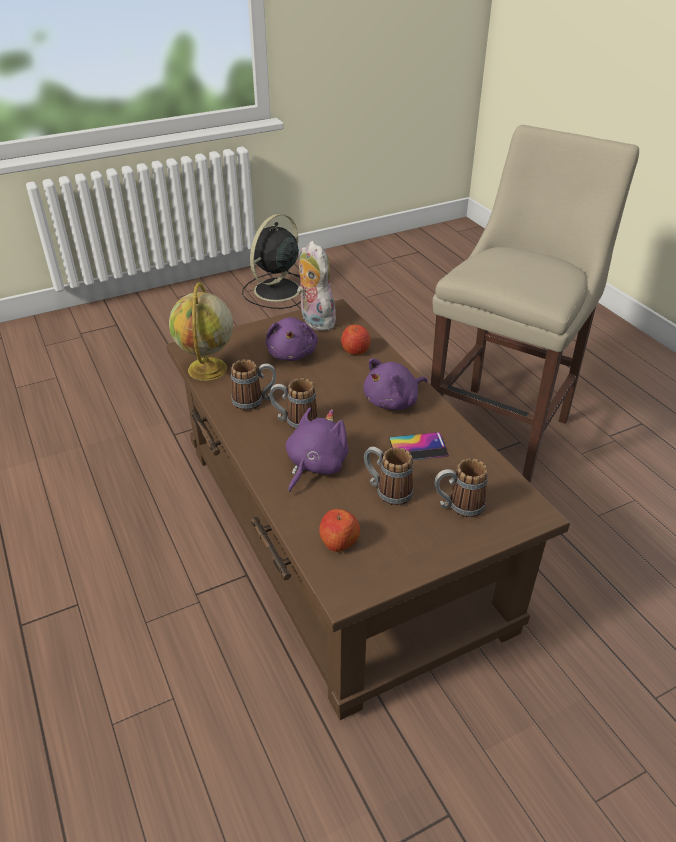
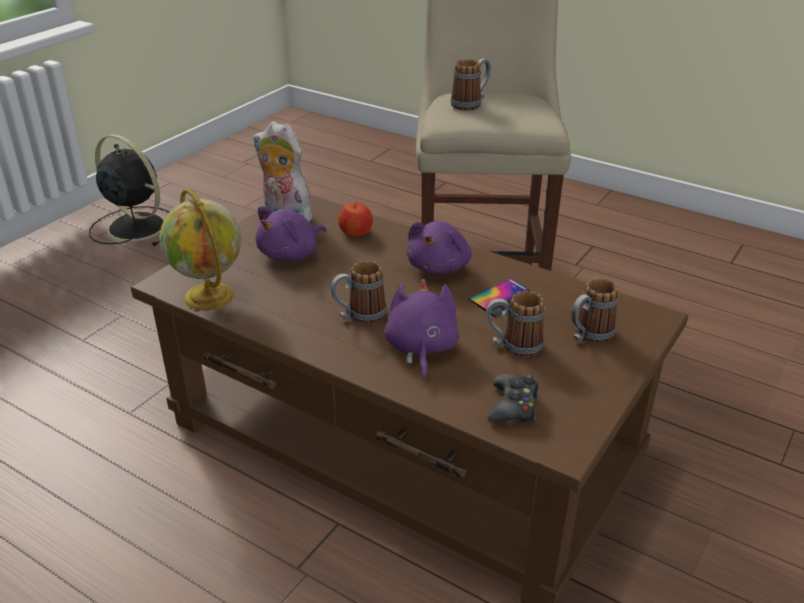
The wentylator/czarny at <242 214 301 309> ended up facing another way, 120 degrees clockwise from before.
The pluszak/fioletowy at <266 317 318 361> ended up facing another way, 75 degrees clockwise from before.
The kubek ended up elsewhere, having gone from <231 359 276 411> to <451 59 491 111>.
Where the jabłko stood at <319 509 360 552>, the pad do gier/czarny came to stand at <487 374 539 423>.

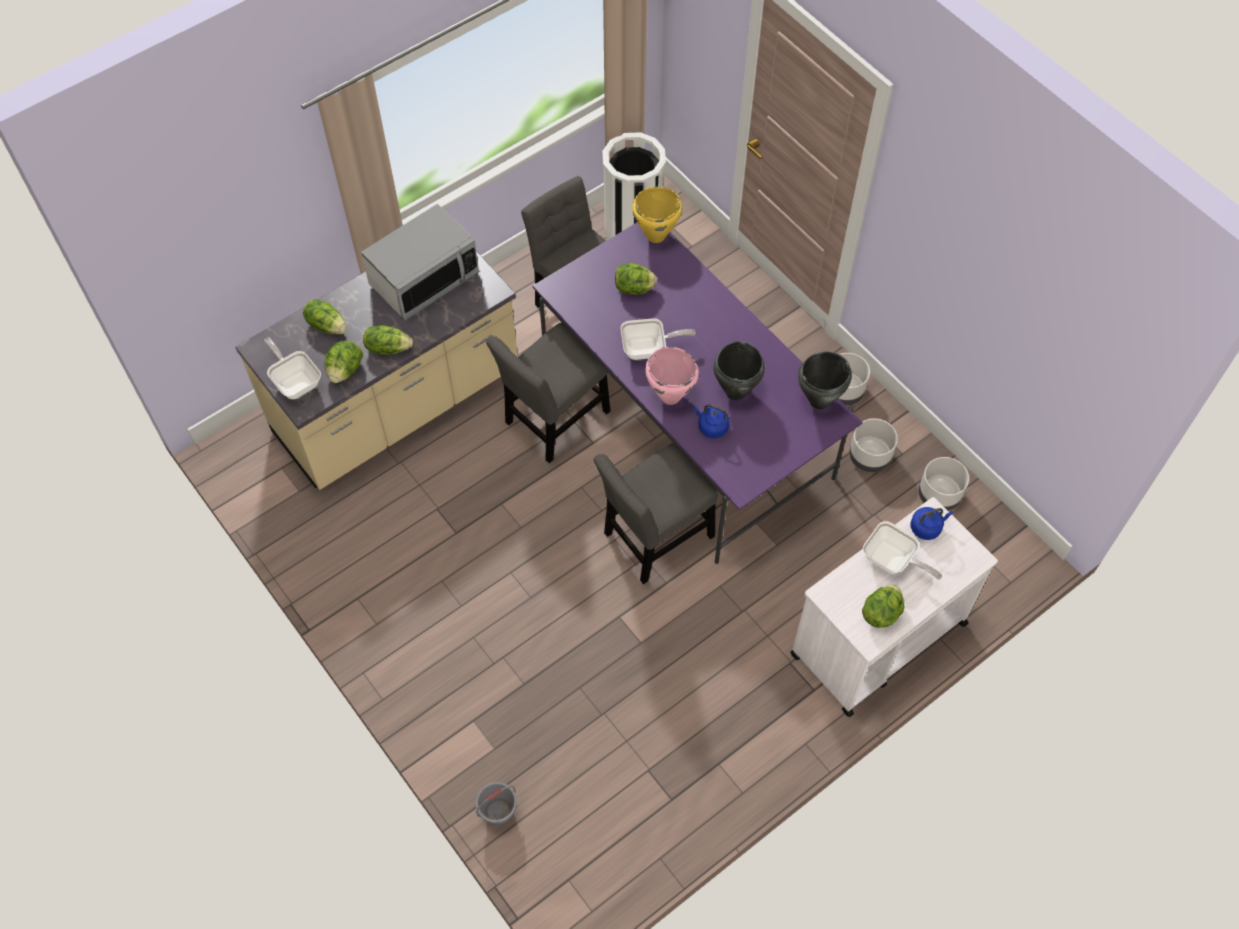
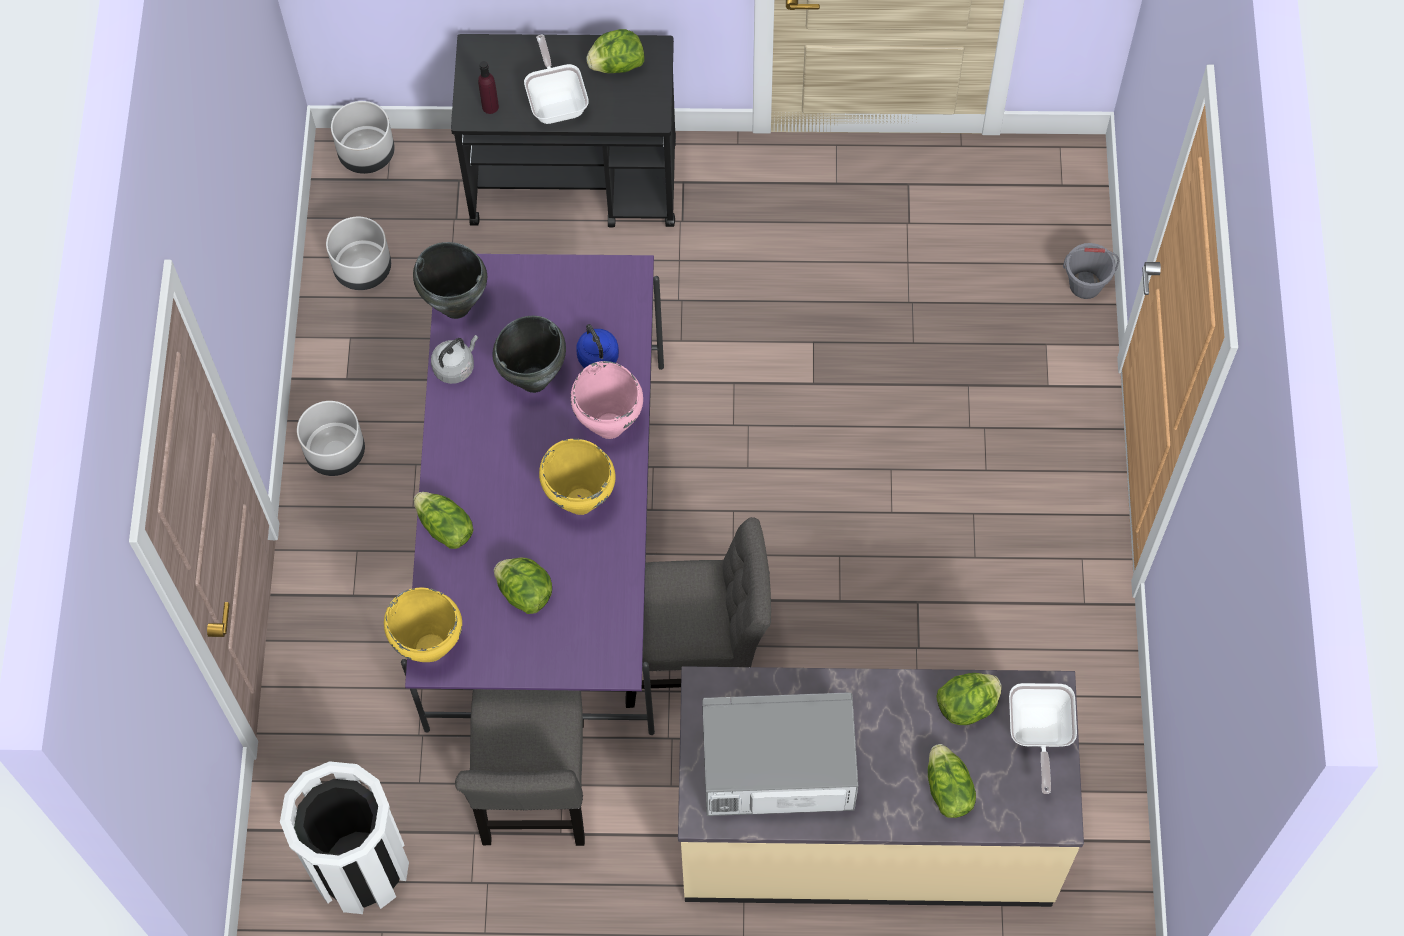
Where the patelnia stood at <621 318 696 360>, the garnek/żółty came to stand at <539 439 616 515>.
The sałata ended up elsewhere, having gone from <363 325 413 355> to <414 492 473 549>.
The donica/szary ended up elsewhere, having gone from <849 418 898 472> to <331 101 395 174>.
The second view lost the krzesło/szary at <594 443 718 584>.
What was the wózek/biały at <791 497 998 717> turned into the wózek/czarny at <451 34 676 228>.
Where the czajnik/niebieski stood at <910 507 953 540>, the butelka/fioletowy came to stand at <478 61 499 114>.
The second view gained the czajnik/szary at <431 335 478 384>.

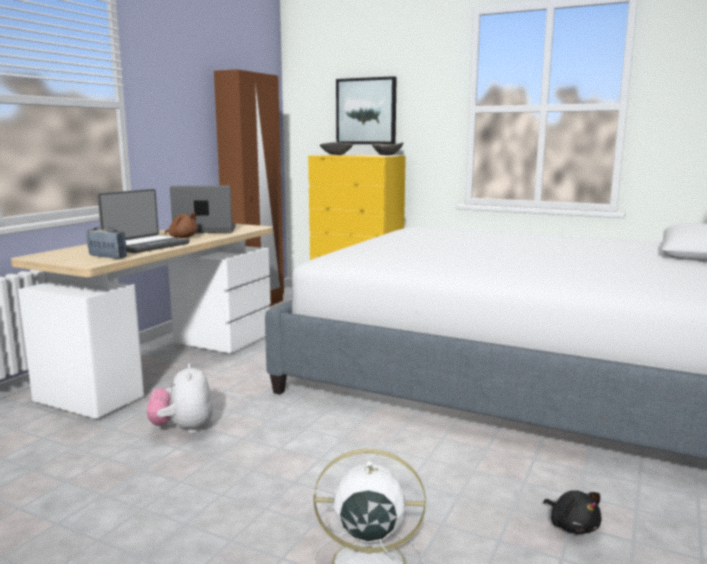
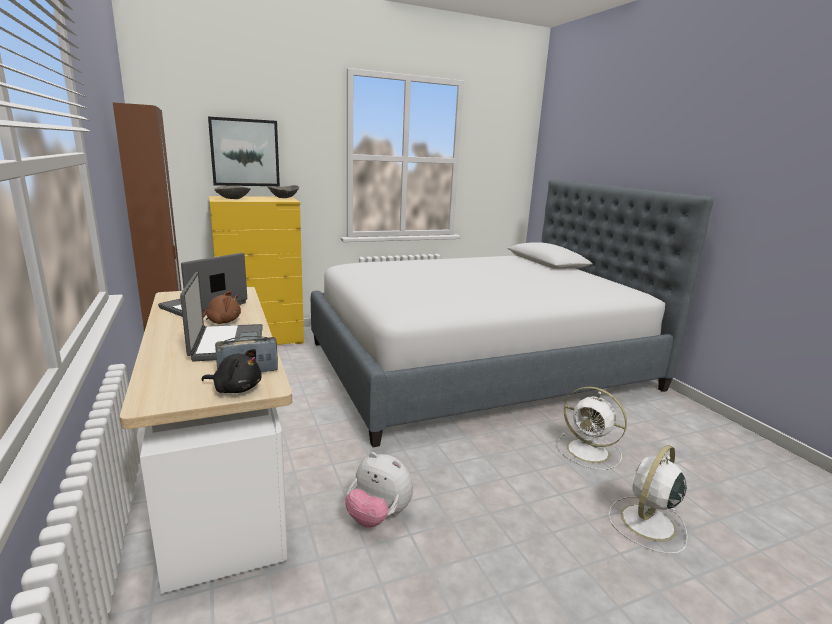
The pluszak/czarny ended up elsewhere, having gone from <543 490 602 534> to <201 349 262 393>.
The second view gained the wentylator/biały at <557 387 627 470>.

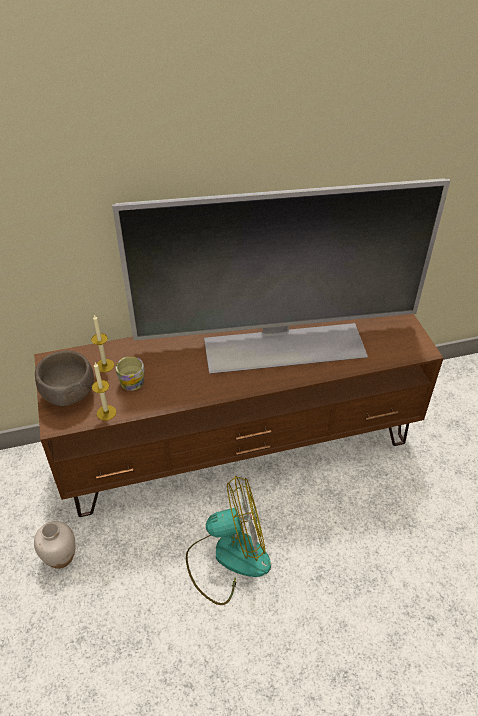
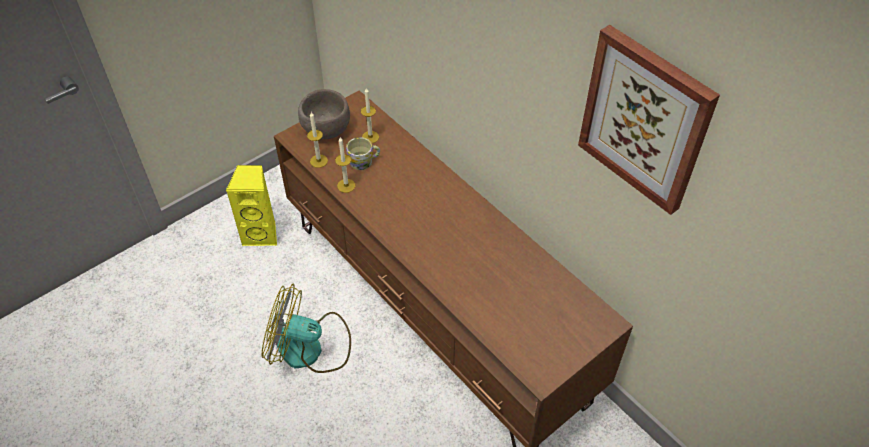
The second view lost the telewizor at <112 178 450 374>.
The wentylator at <186 475 271 605> ended up facing another way, 135 degrees clockwise from before.
Where the wazon/biały stood at <34 521 76 569>, the głośnik/żółty came to stand at <226 165 277 246>.
The second view gained the obraz at <578 25 720 215>.
The second view gained the świeca at <335 137 356 193>.

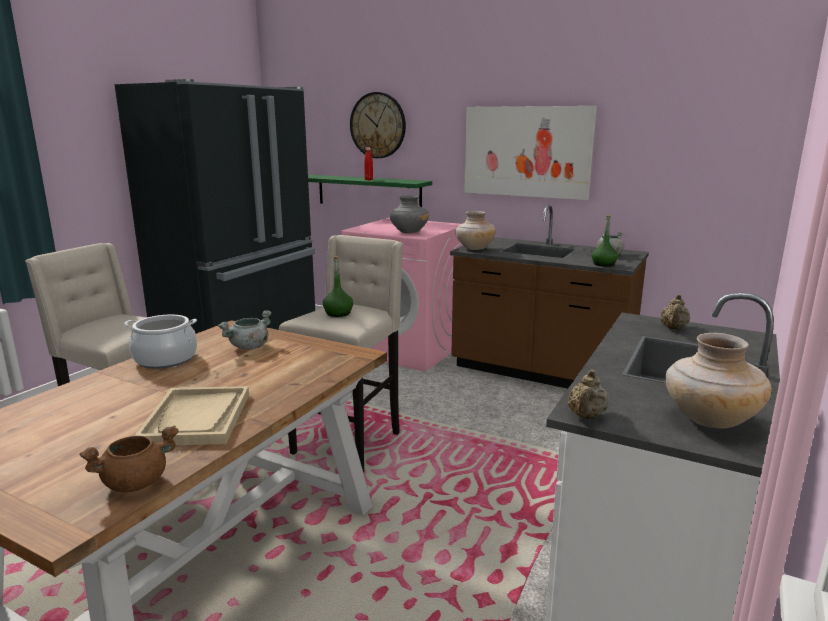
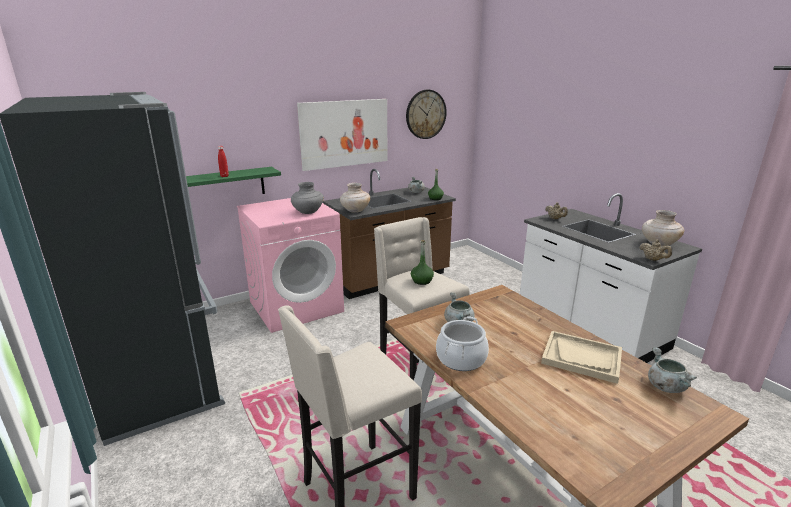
The zegar ścienny ended up elsewhere, having gone from <350 92 406 158> to <406 90 447 139>.
What was the garnek/brązowy at <79 426 179 492> turned into the garnek/szary at <648 347 697 393>.

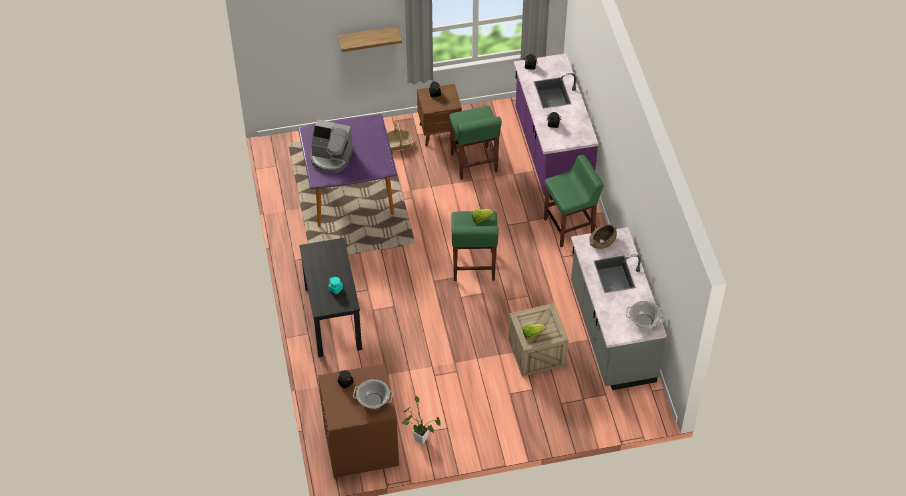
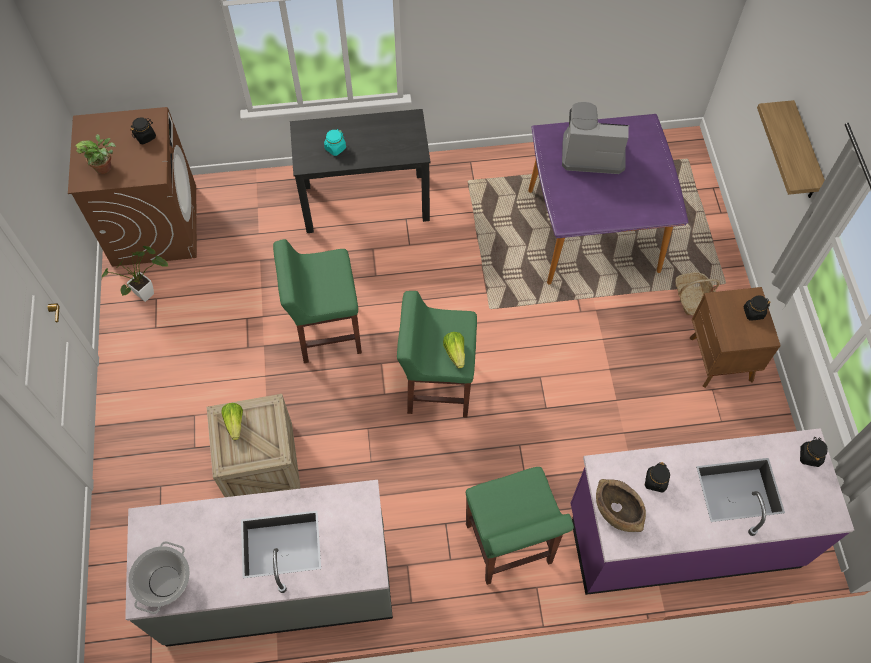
The stołek/zielony ended up elsewhere, having gone from <449 106 502 180> to <273 239 362 363>.
The ekspres do kawy at <310 120 354 173> ended up facing another way, 75 degrees clockwise from before.
The miska/brązowy ended up elsewhere, having gone from <589 224 617 249> to <596 479 646 532>.
Where the garnek stood at <353 379 393 409>, the roślina doniczkowa came to stand at <74 134 116 174>.

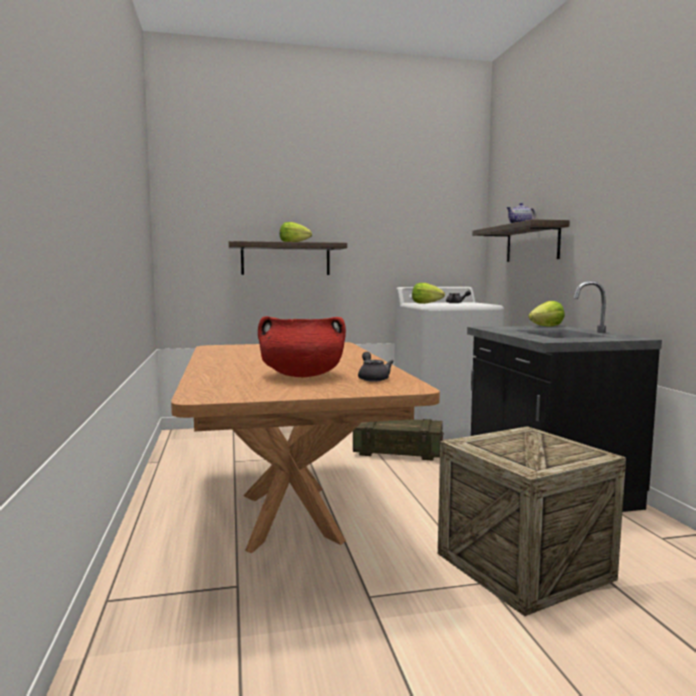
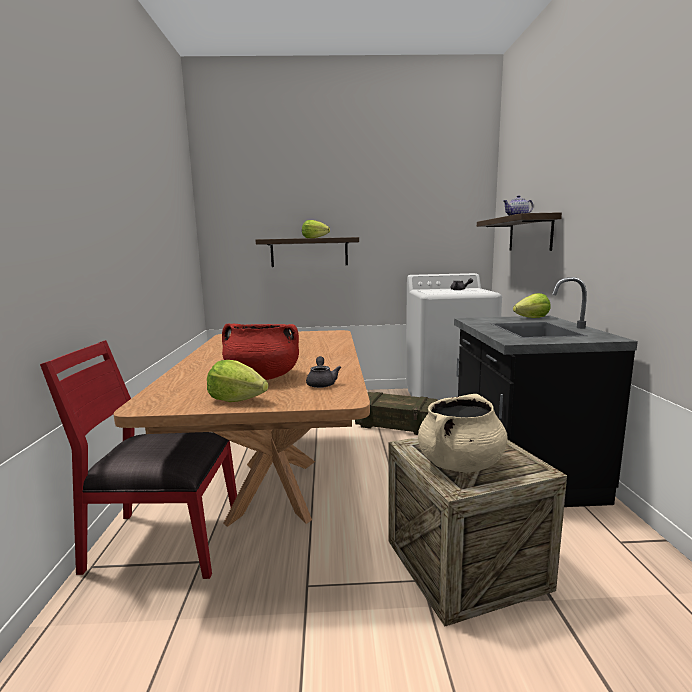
The sałata ended up elsewhere, having gone from <412 283 445 304> to <207 360 269 402>.
The second view gained the krzesło/czerwony at <40 340 237 579>.
The second view gained the garnek/beżowy at <418 394 508 472>.

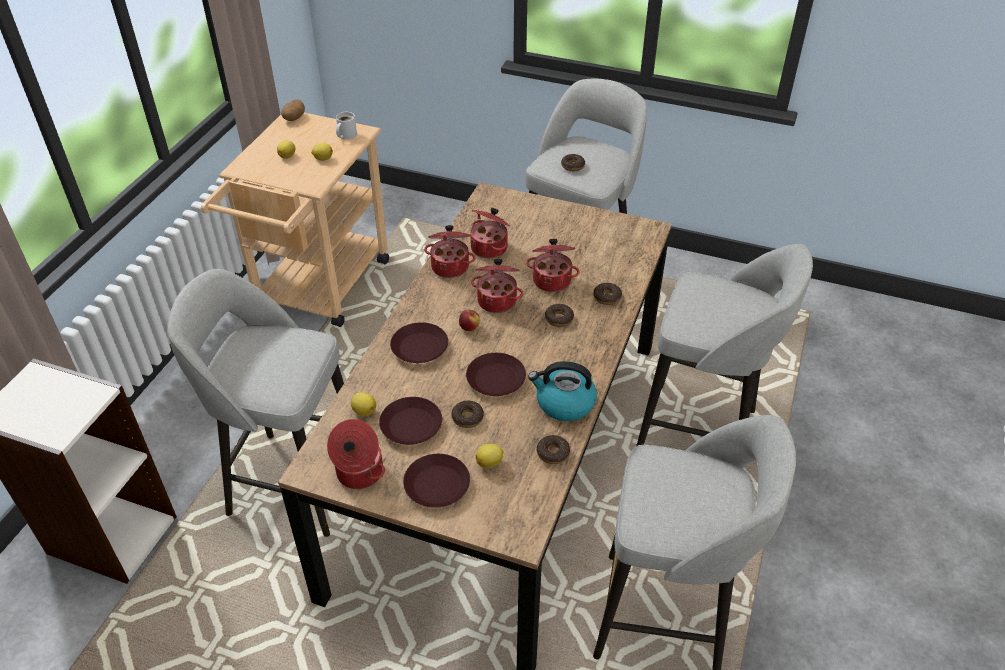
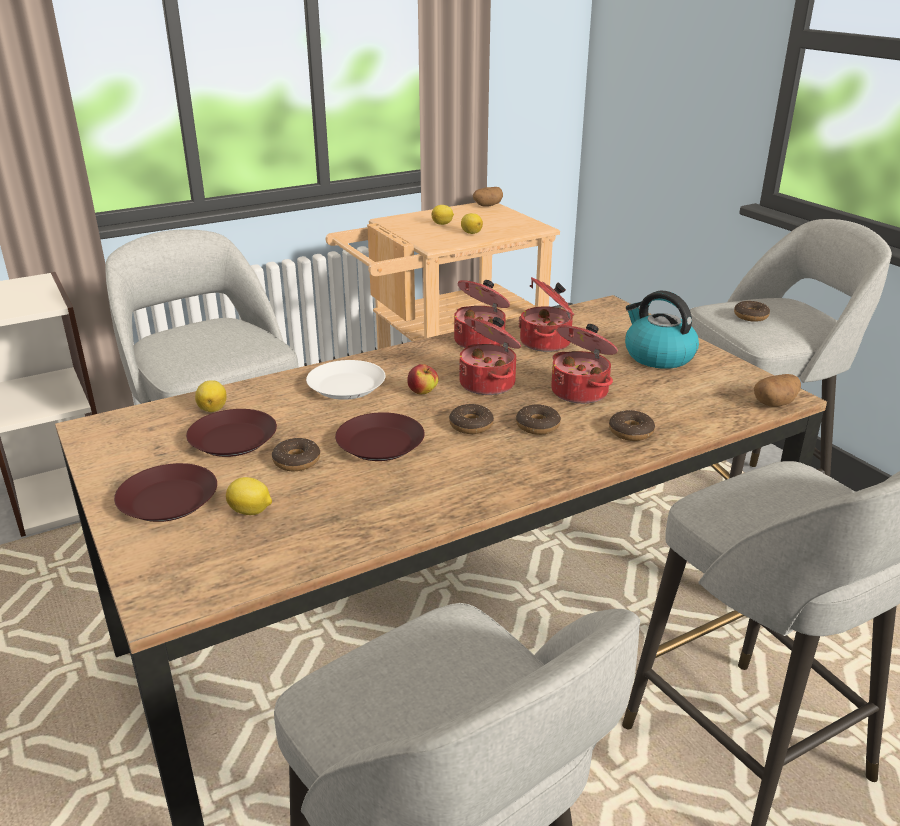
The second view lost the kubek/biały at <336 112 357 140>.
What was the talerz/brązowy at <390 322 448 363> turned into the talerz/biały at <306 360 386 400>.
The czajnik ended up elsewhere, having gone from <528 361 597 421> to <625 291 699 369>.
The second view lost the garnek at <327 419 385 489>.
The donut ended up elsewhere, having gone from <537 435 570 464> to <449 404 494 434>.
The second view gained the ziemniak at <754 374 801 407>.

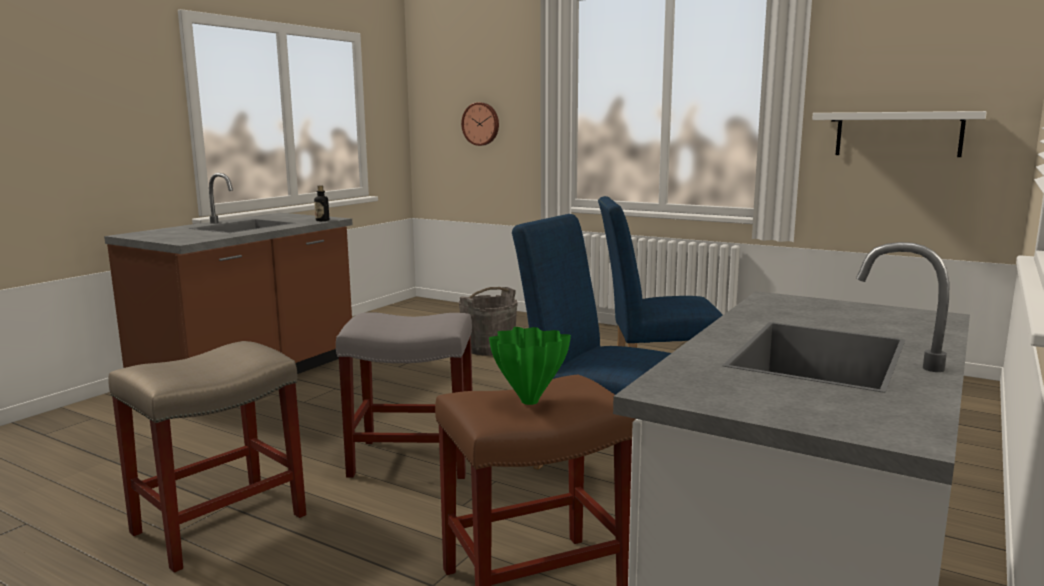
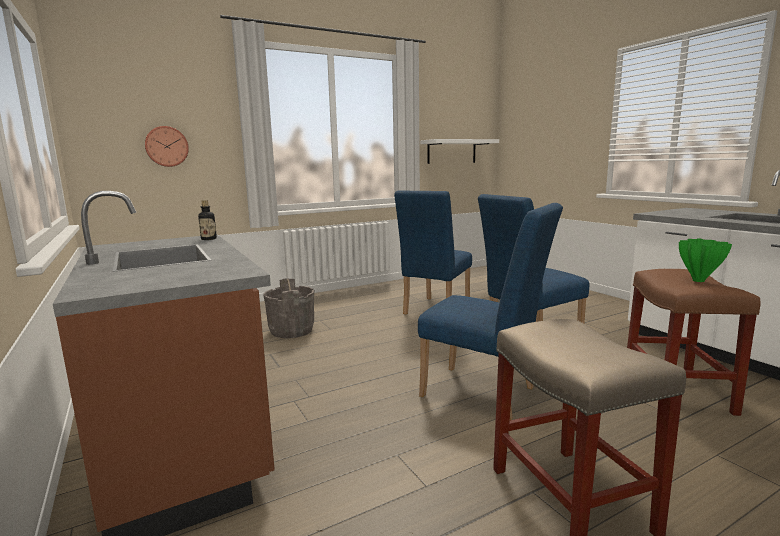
Where the stołek/szary stood at <336 312 472 479>, the krzesło/niebieski came to stand at <418 203 563 420>.

